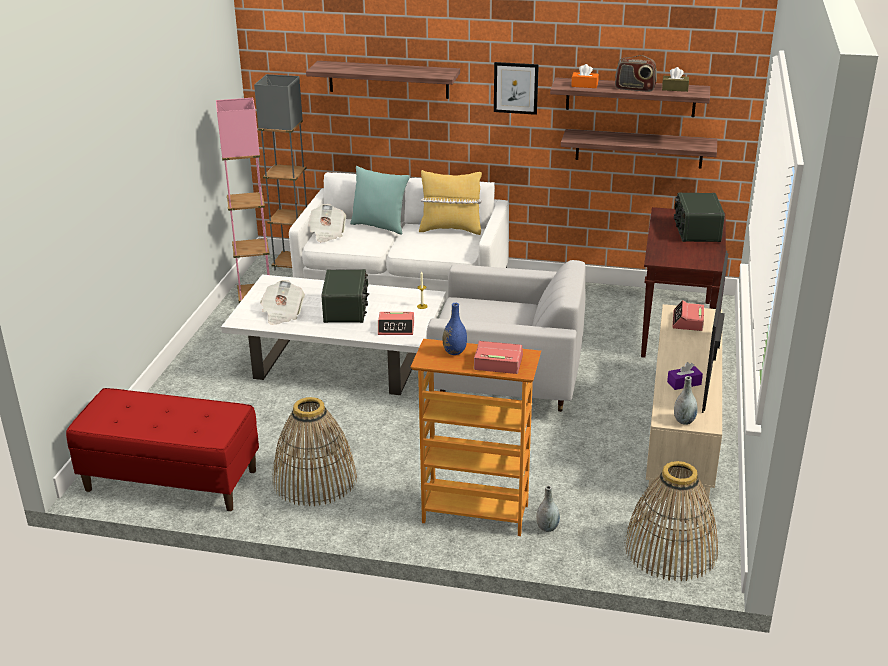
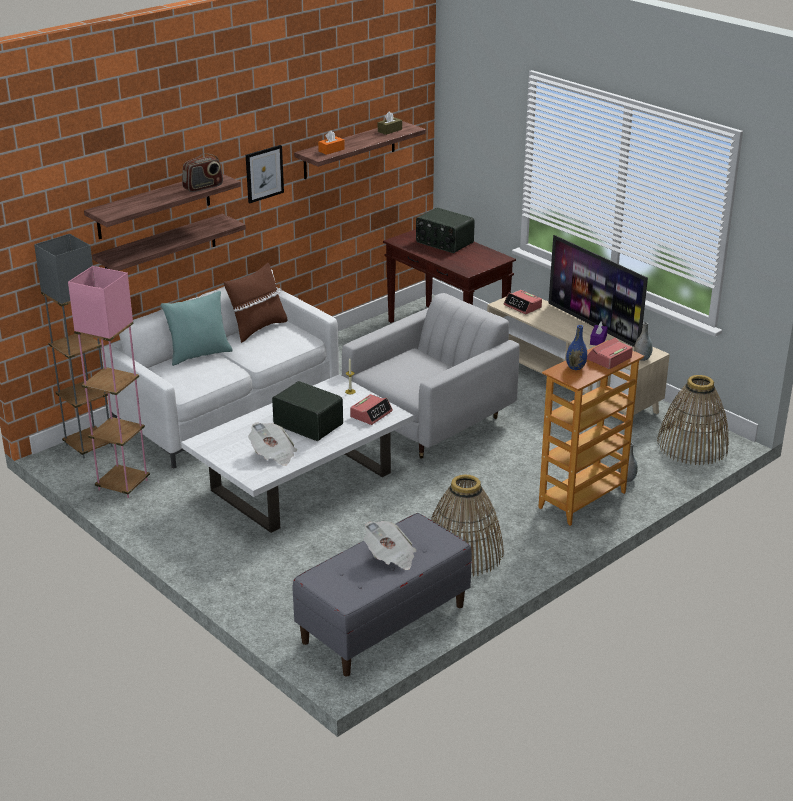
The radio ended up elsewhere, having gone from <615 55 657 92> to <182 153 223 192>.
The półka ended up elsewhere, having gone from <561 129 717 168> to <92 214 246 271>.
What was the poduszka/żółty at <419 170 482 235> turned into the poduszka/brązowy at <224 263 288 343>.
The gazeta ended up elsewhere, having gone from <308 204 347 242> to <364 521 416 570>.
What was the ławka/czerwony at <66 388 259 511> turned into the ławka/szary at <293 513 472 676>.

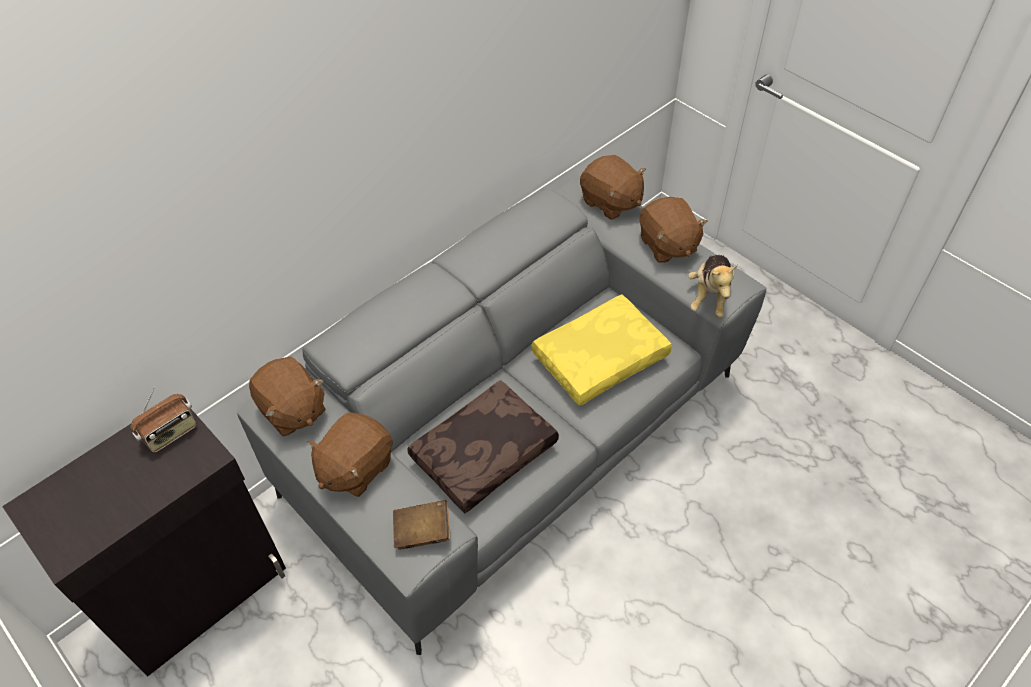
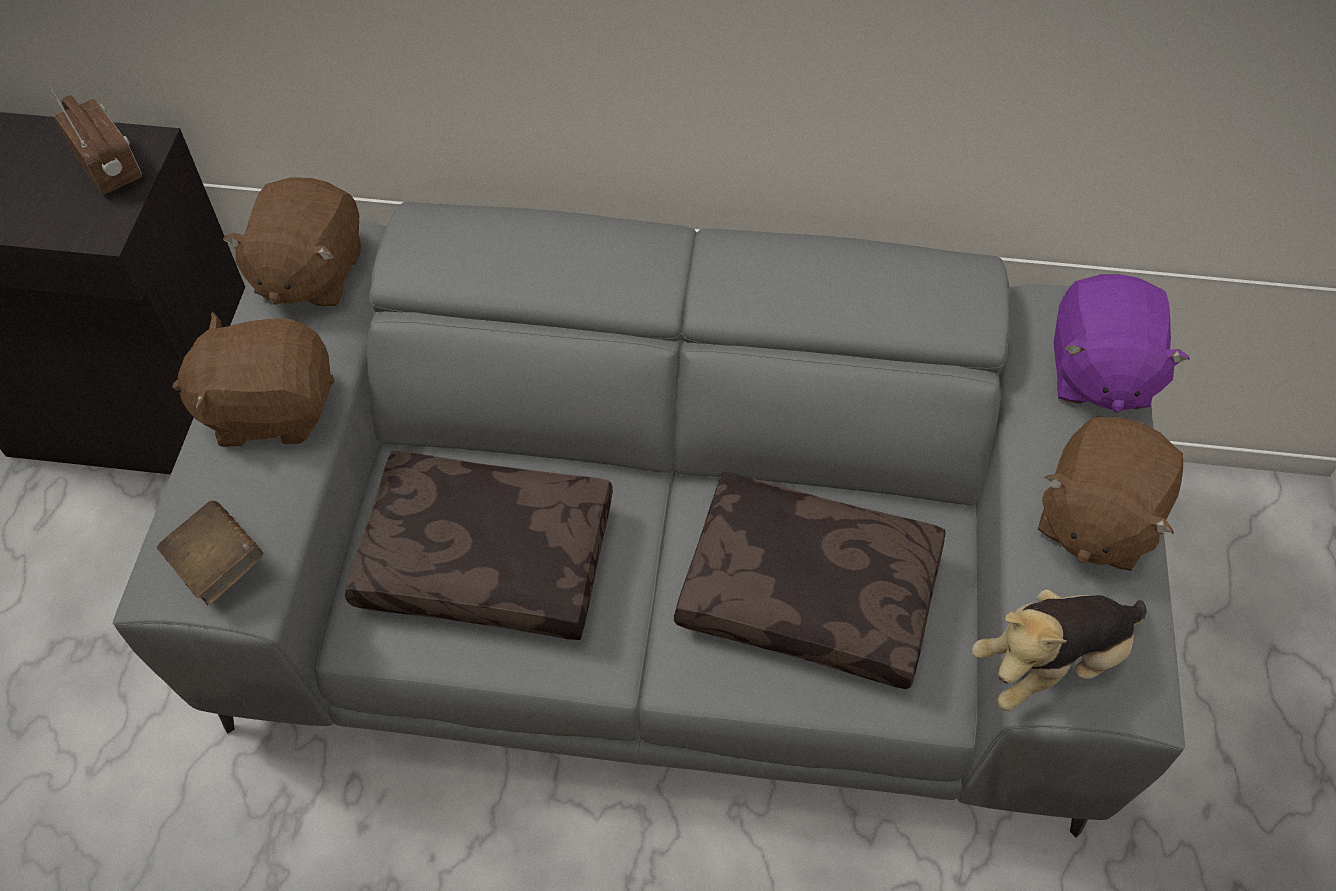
What was the pluszak/brązowy at <580 155 646 220> turned into the pluszak/fioletowy at <1054 274 1190 413>.
What was the poduszka/żółty at <531 294 672 406> turned into the poduszka/brązowy at <674 472 946 689>.
The radio at <131 387 197 453> ended up facing another way, 135 degrees counterclockwise from before.

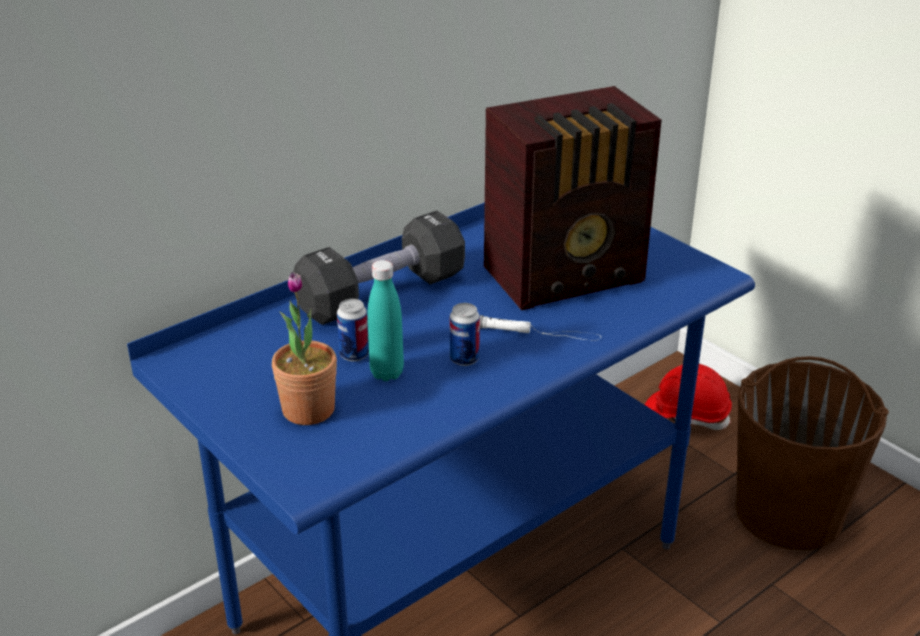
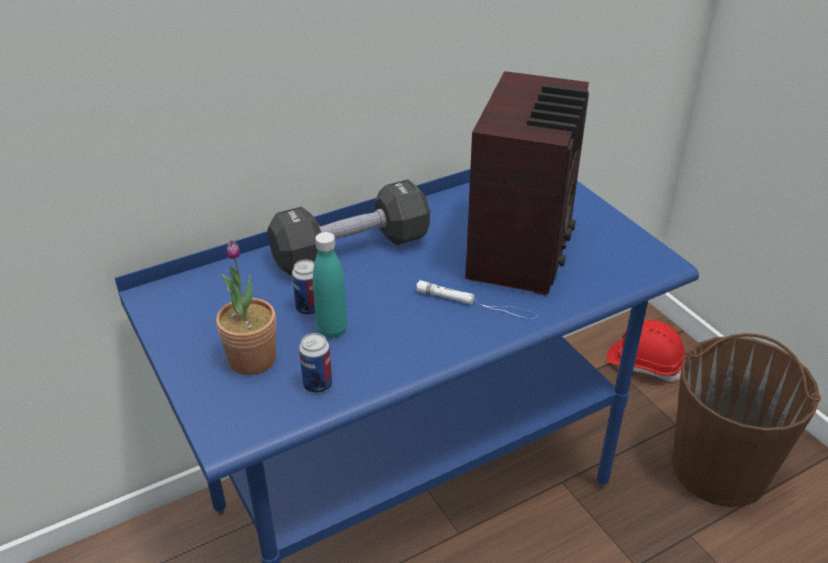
The radio at <484 86 662 310> ended up facing another way, 60 degrees counterclockwise from before.
The puszka ended up elsewhere, having gone from <450 303 480 366> to <299 333 332 393>.

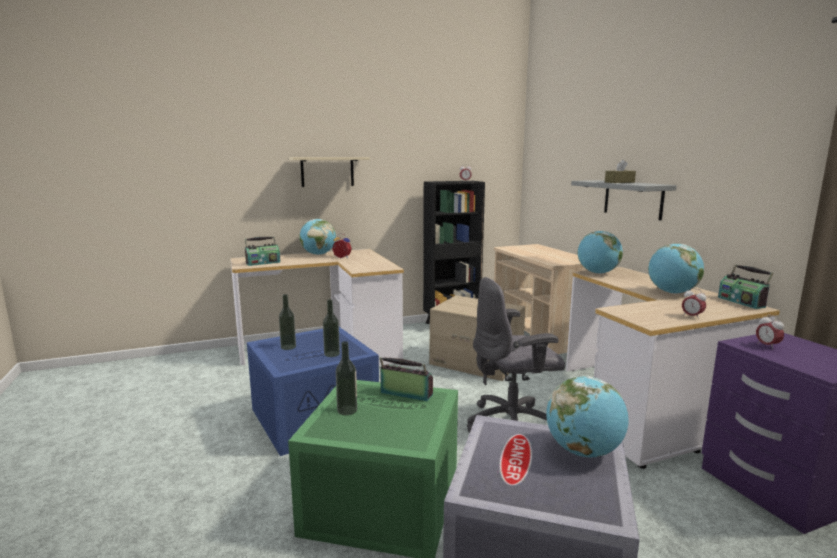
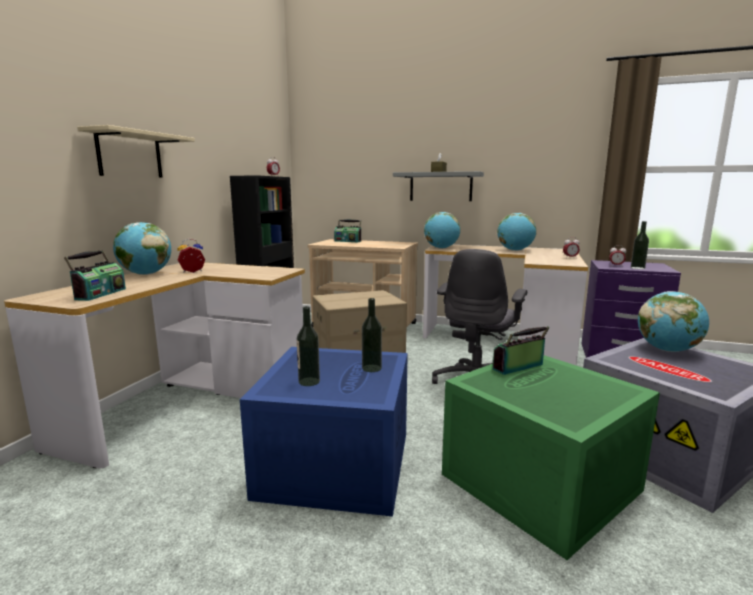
The radio ended up elsewhere, having gone from <718 265 773 309> to <334 219 361 242>.
The butelka ended up elsewhere, having gone from <336 341 357 415> to <631 221 649 269>.

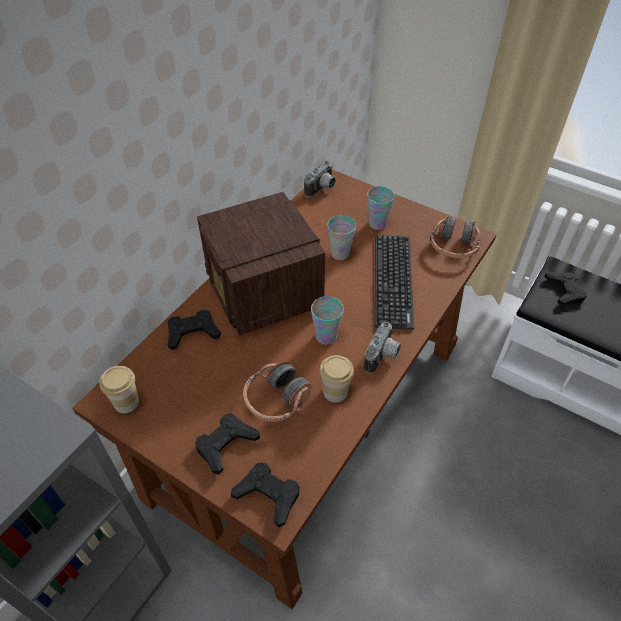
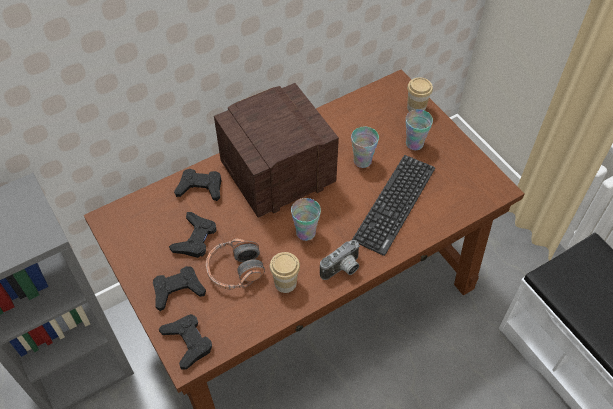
The second view lost the aparat fotograficzny at <304 161 336 198>.
The radio at <197 192 325 336> ended up facing another way, 60 degrees clockwise from before.
The second view lost the słuchawki at <430 216 481 258>.
The pad do gier/czarny ended up elsewhere, having gone from <544 272 587 305> to <169 212 216 258>.
The filiżanka ended up elsewhere, having gone from <99 366 139 413> to <407 78 433 112>.

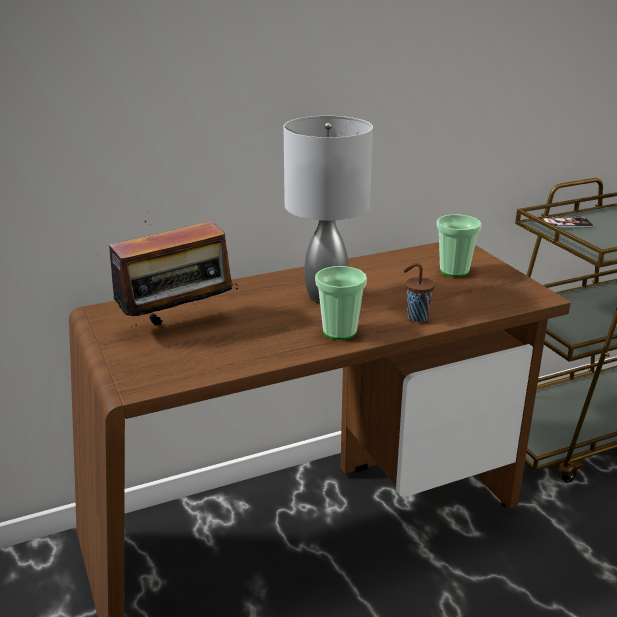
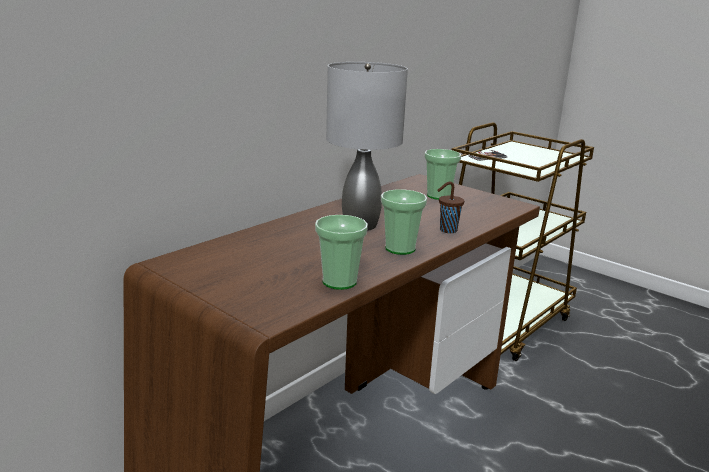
The second view lost the radio at <98 212 238 327>.
The second view gained the filiżanka at <315 215 368 290>.

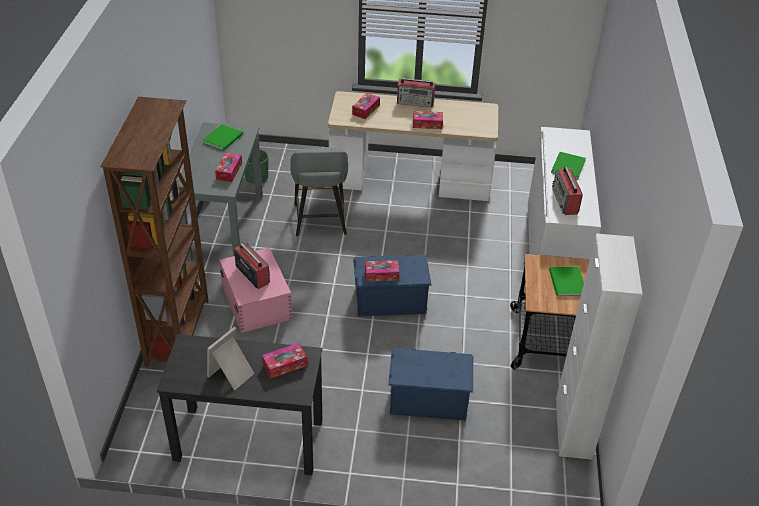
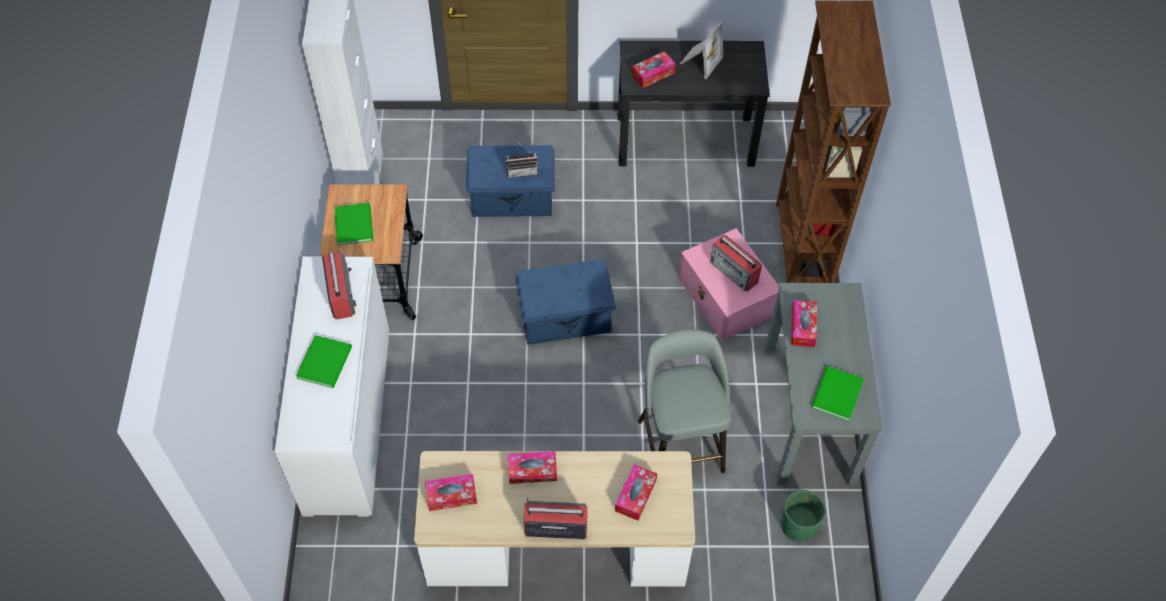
The pudełko chusteczek ended up elsewhere, having gone from <365 260 399 281> to <425 474 477 511>.
The second view gained the radio at <506 141 539 178>.

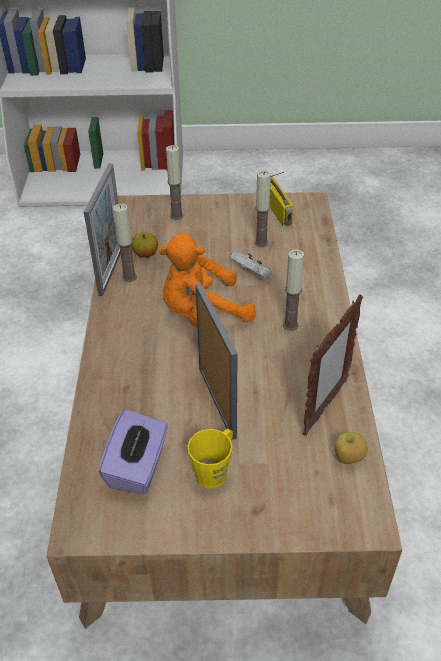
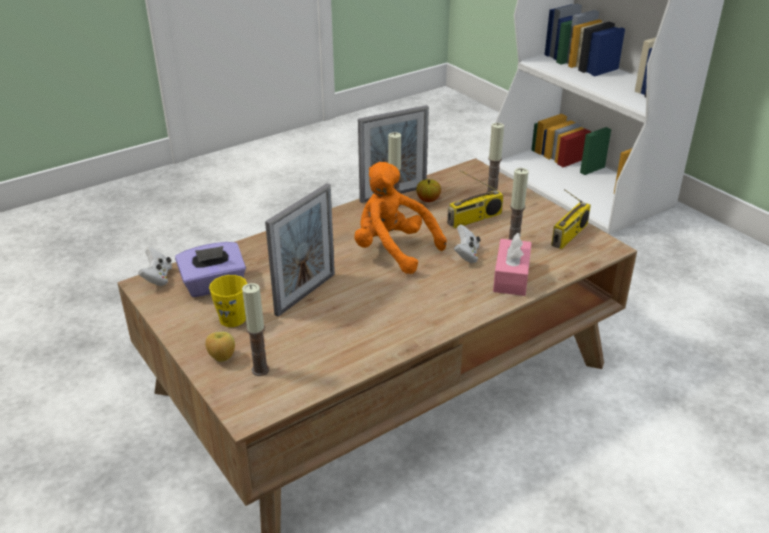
The świeca ended up elsewhere, having gone from <283 250 304 331> to <242 283 269 376>.
The second view lost the ramka na zdjęcie at <303 294 363 436>.
The jabłko ended up elsewhere, having gone from <335 432 368 464> to <205 332 235 362>.
The second view gained the radio at <447 170 503 228>.
The second view gained the pudełko chusteczek/różowy at <493 232 532 296>.
The second view gained the pad do gier/biały at <138 247 172 286>.

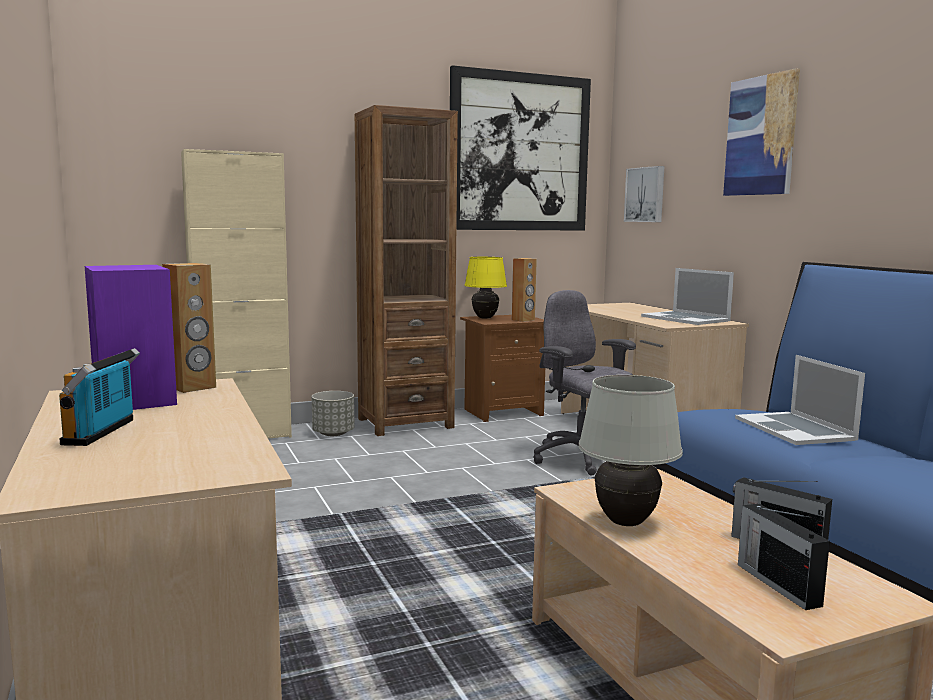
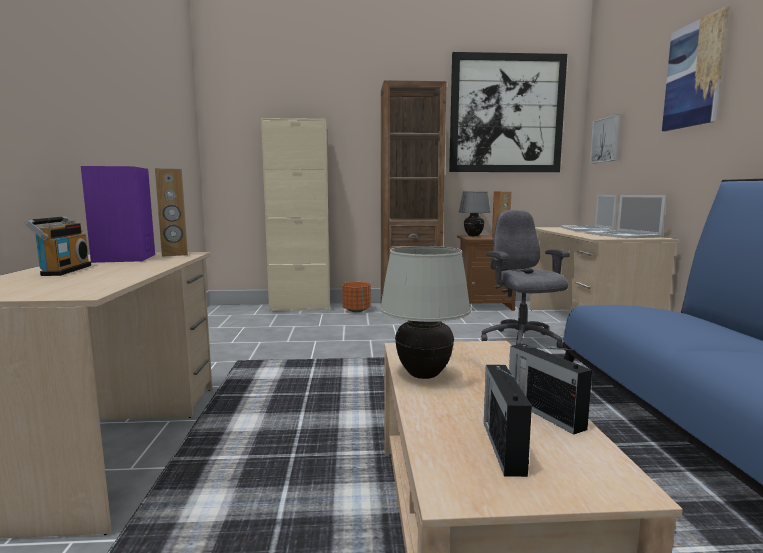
What was the lampa stołowa/żółty at <464 257 507 319> turned into the lampa stołowa/szary at <459 191 490 236>.
The radio at <59 348 140 446> ended up facing another way, 150 degrees clockwise from before.
The laptop ended up elsewhere, having gone from <735 355 865 445> to <561 195 617 231>.
What was the donica/szary at <312 391 355 436> turned into the donica/pomarańczowy at <342 282 371 312>.

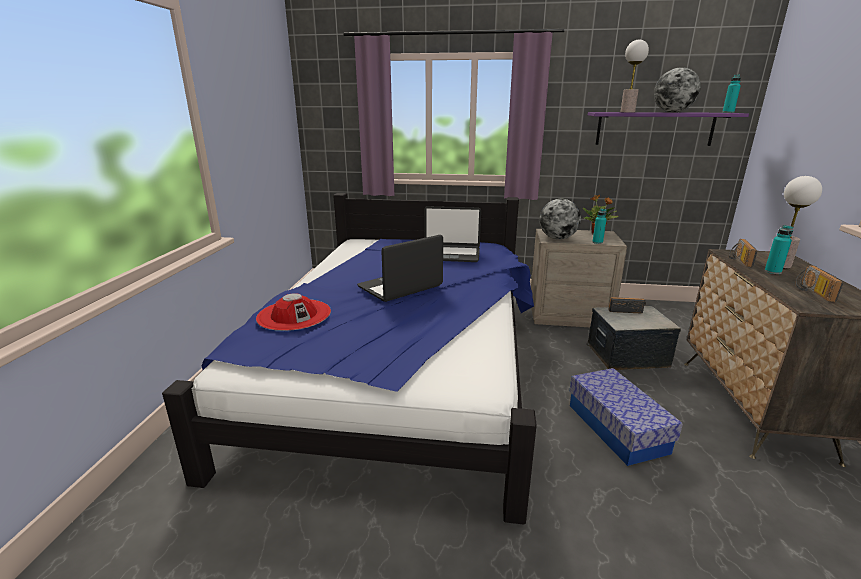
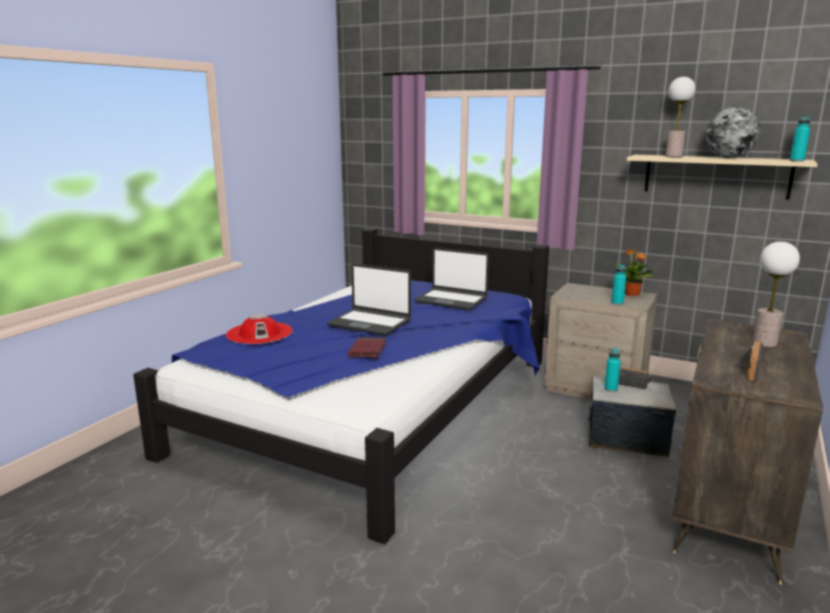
What was the półka/fioletowy at <588 112 749 146> turned into the półka/beżowy at <627 155 818 199>.
The second view lost the globus at <539 199 581 239>.
The butelka/turkusowy ended up elsewhere, having gone from <765 225 793 274> to <604 348 621 392>.
The laptop at <357 235 443 302> ended up facing another way, 135 degrees counterclockwise from before.
The second view lost the radio at <729 239 758 267>.
The second view lost the pojemnik do przechowywania at <570 368 683 466>.
The second view gained the książka/czerwony at <347 337 386 357>.

